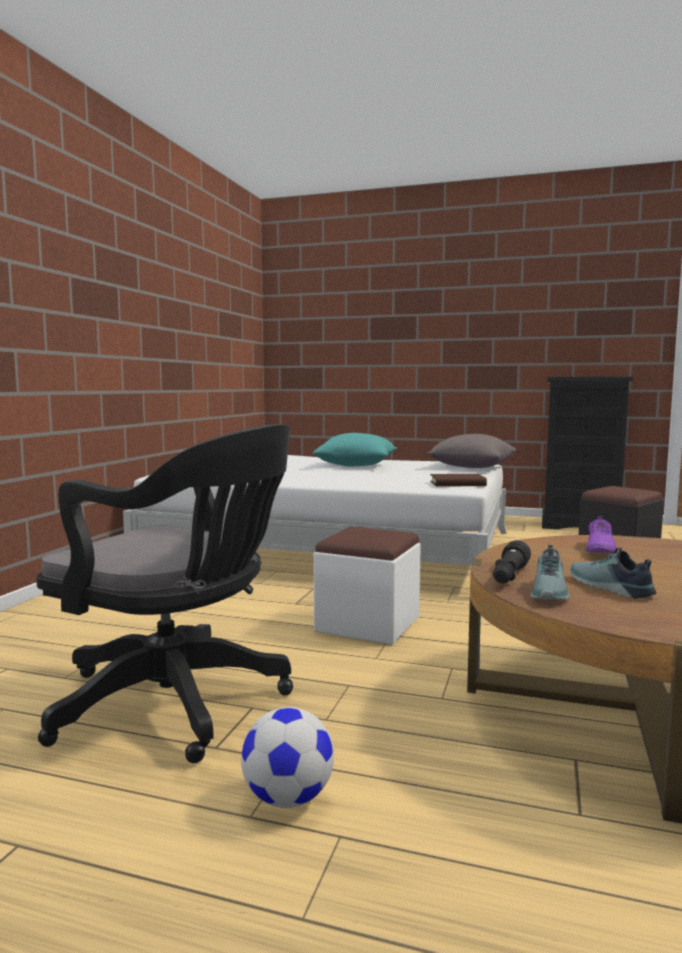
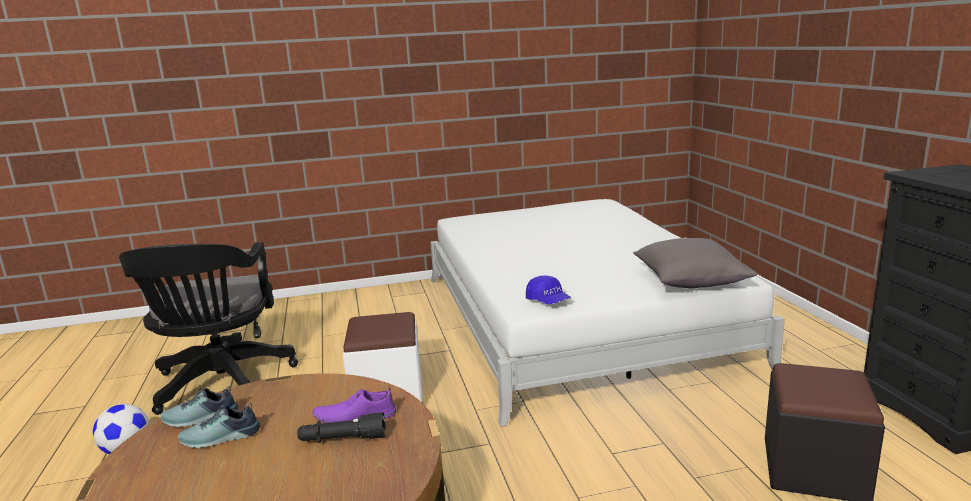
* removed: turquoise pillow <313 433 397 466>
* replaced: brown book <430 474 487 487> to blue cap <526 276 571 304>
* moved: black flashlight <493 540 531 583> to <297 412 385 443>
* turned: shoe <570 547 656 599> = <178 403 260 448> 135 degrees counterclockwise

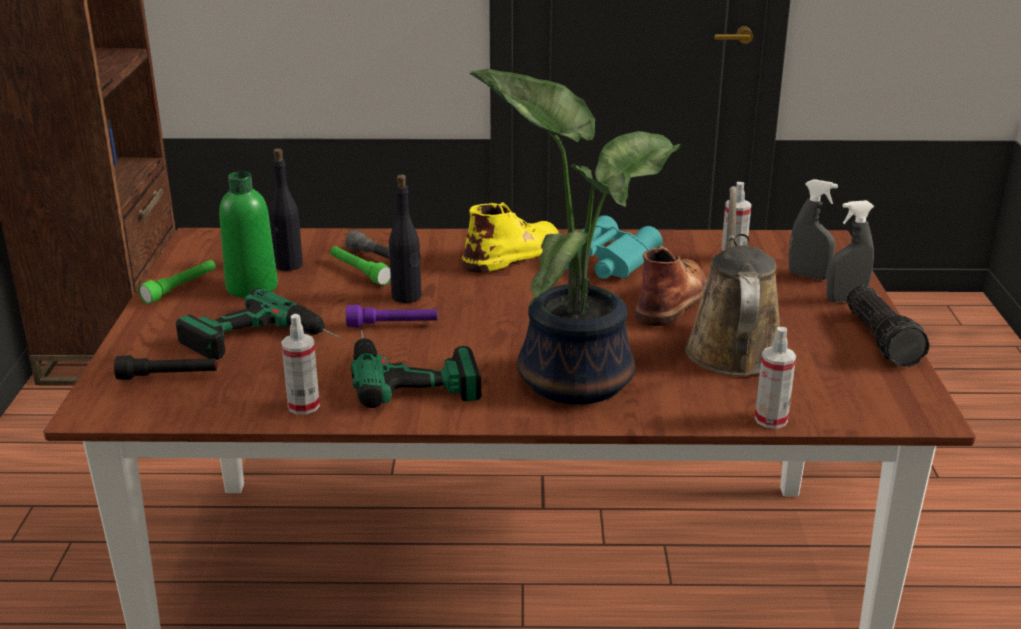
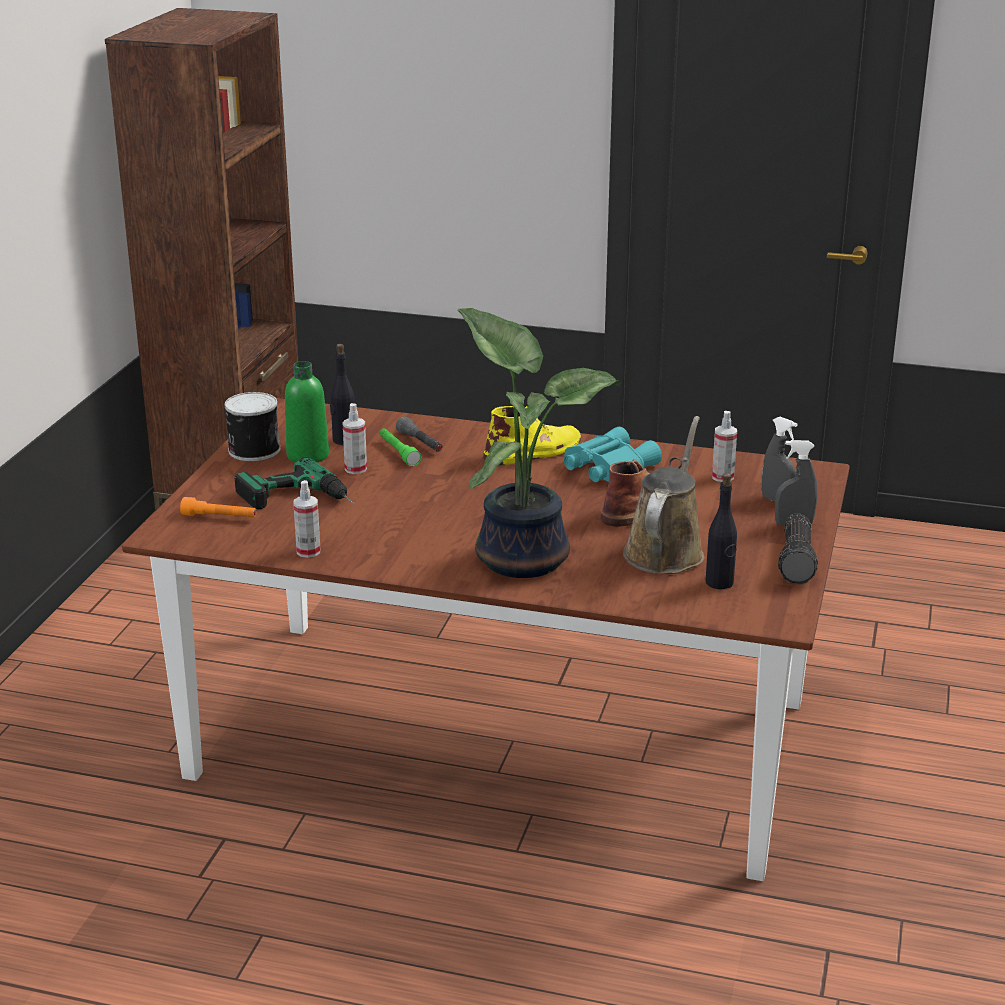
* moved: black bottle <389 175 422 303> to <706 473 737 589>
* replaced: green flashlight <138 260 216 304> to can <224 392 280 461>
* removed: purple flashlight <346 305 438 327>
* moved: spray bottle <755 327 796 429> to <343 403 367 474>
* removed: power drill <351 330 482 408>
* recoloured: black flashlight <114 355 217 380> to orange flashlight <180 497 256 517>

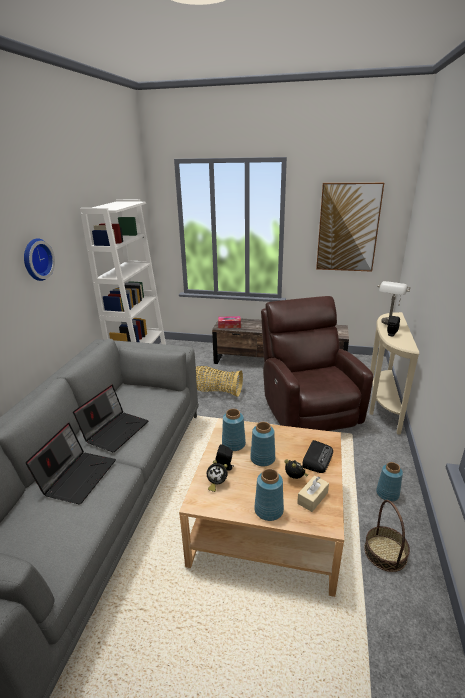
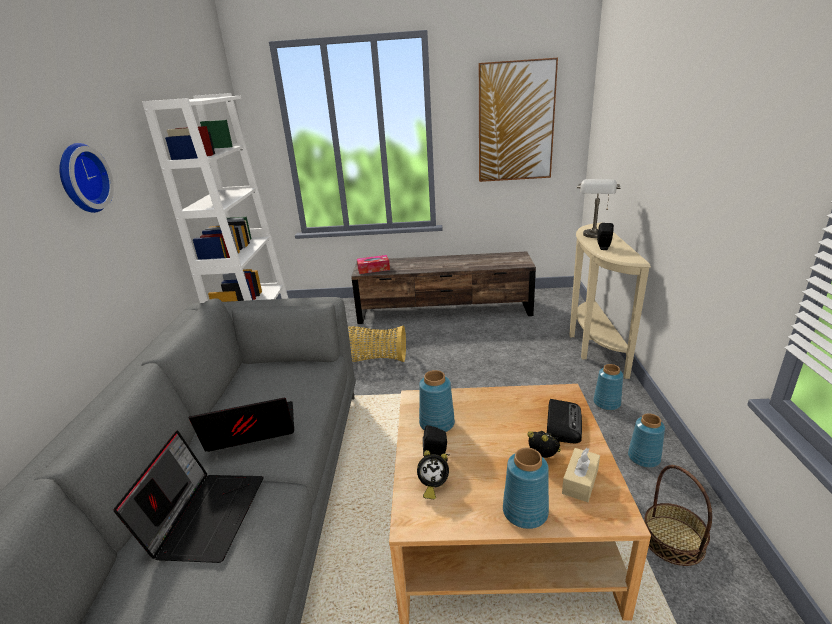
* removed: brown armchair <261 296 373 431>
* turned: laptop <73 385 148 452> = <188 398 294 452> 120 degrees counterclockwise
* moved: blue vase <250 422 275 466> to <593 364 623 410>

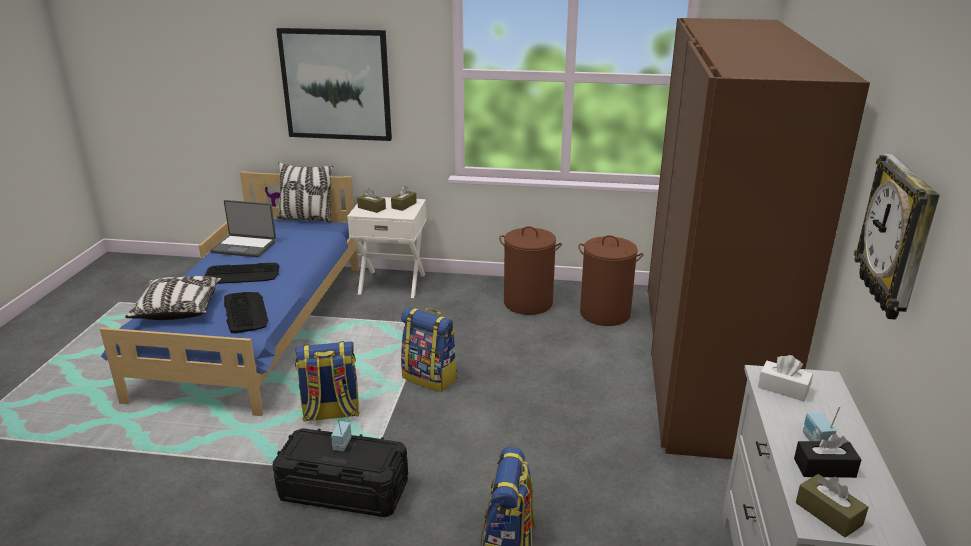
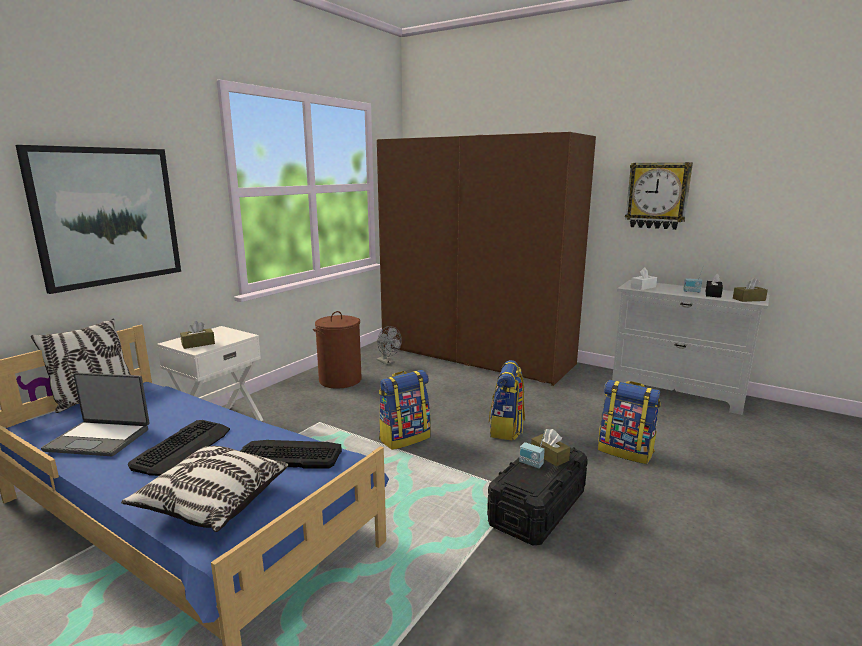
* moved: brown tissue box <391 185 417 211> to <531 429 570 466>
* turned: laptop <210 200 276 257> = <41 372 149 456> 60 degrees clockwise
* replaced: brown laundry basket <578 235 644 326> to grey fan <377 326 402 365>
* moved: backpack <295 341 360 422> to <489 360 525 440>

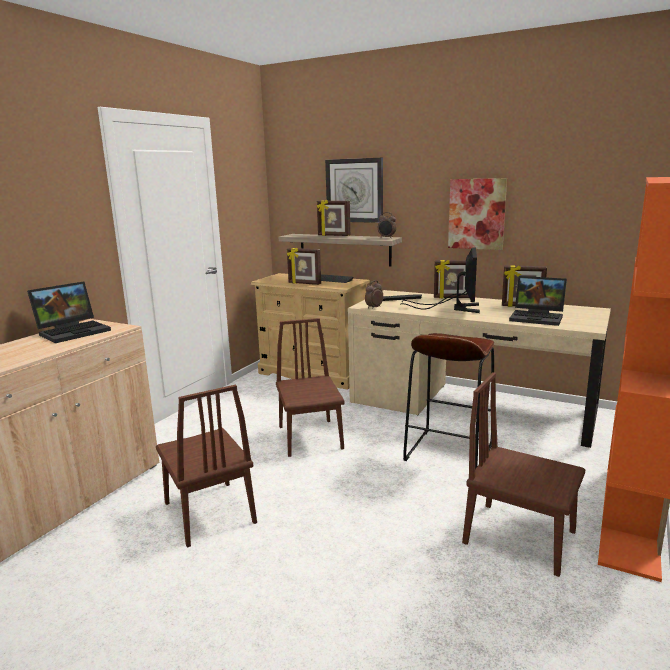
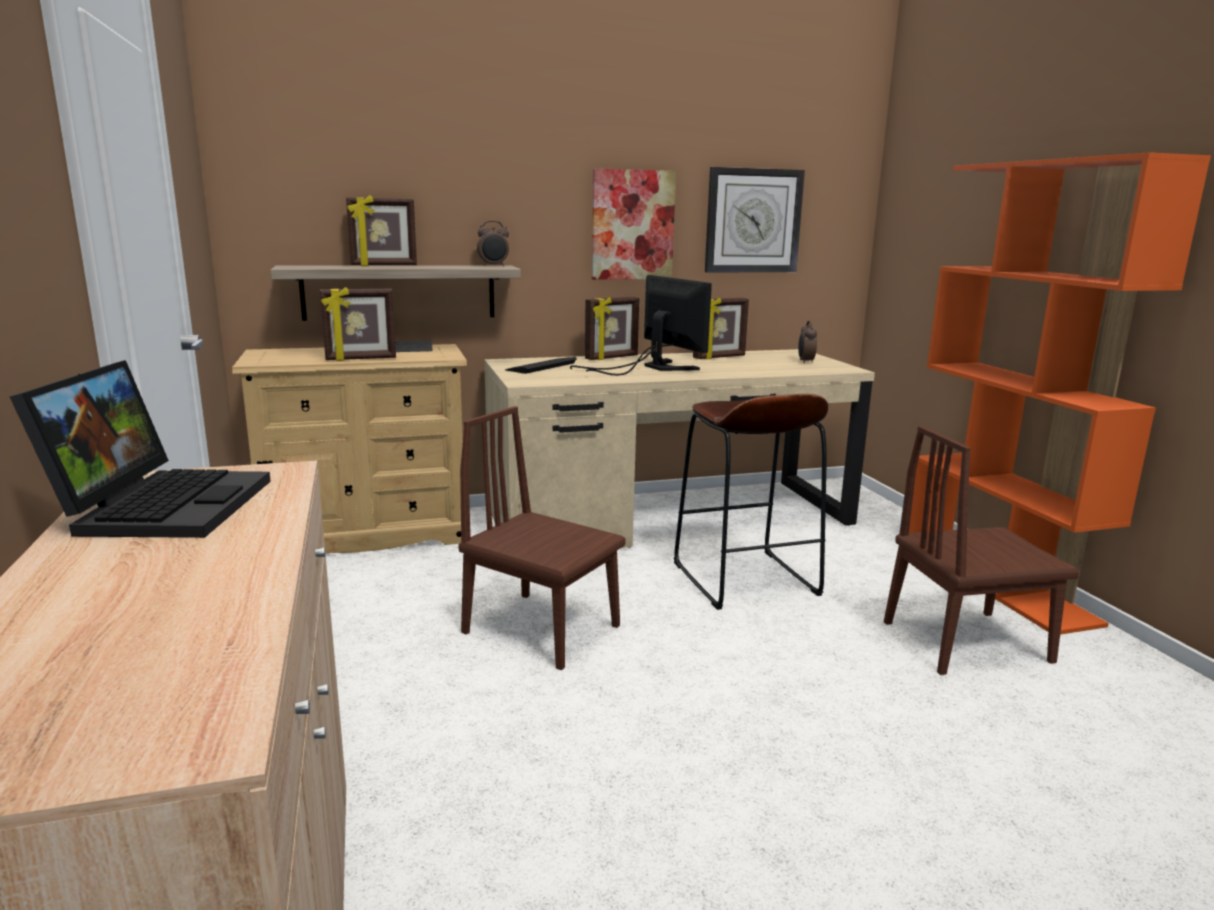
* moved: wall clock <325 158 383 223> to <705 167 805 272>
* removed: laptop <509 276 567 326>
* moved: alarm clock <365 281 383 309> to <798 321 817 364>
* removed: brown chair <156 385 257 548>

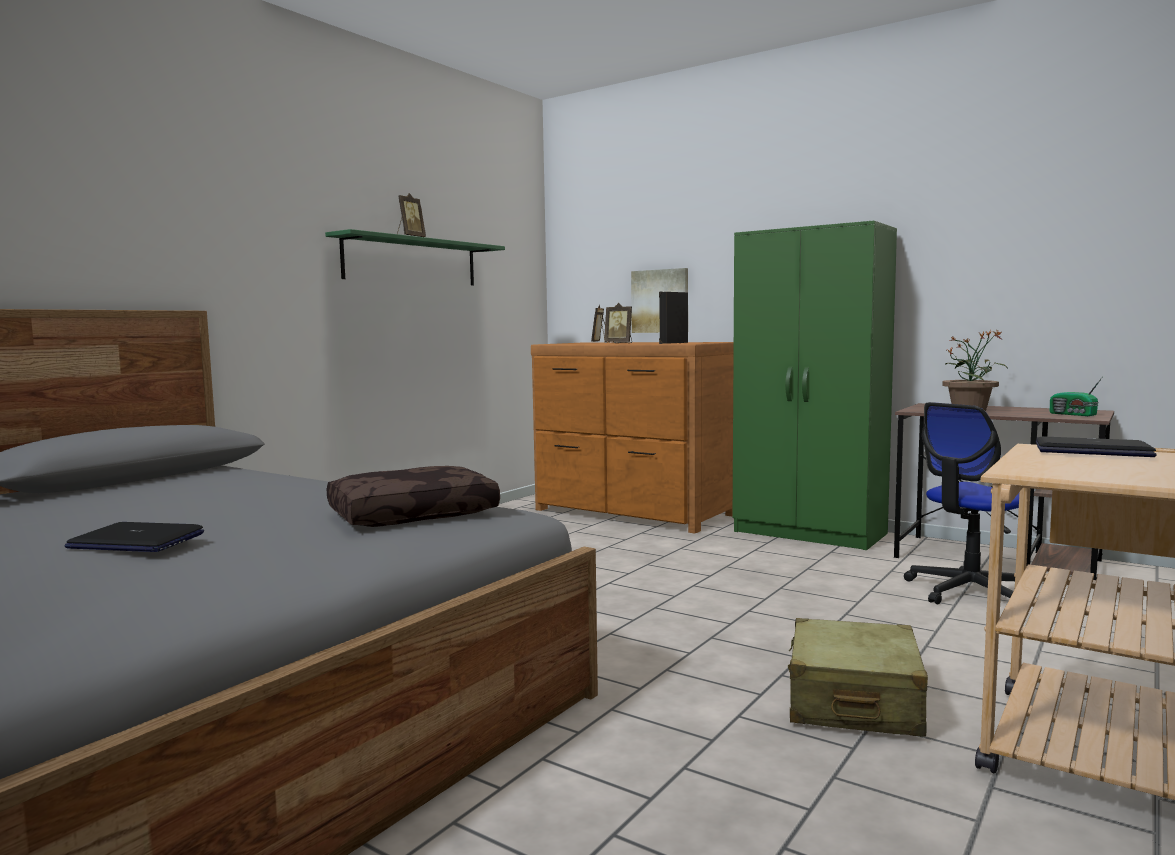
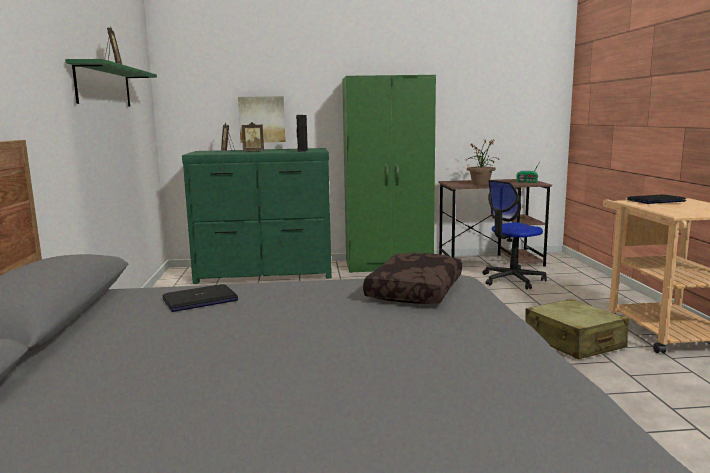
* recoloured: brown dresser <531 342 734 533> to green dresser <182 148 332 284>
* turned: office chair <904 402 1019 604> = <483 180 547 290> 45 degrees clockwise
* moved: laptop <65 522 204 552> to <162 284 238 312>

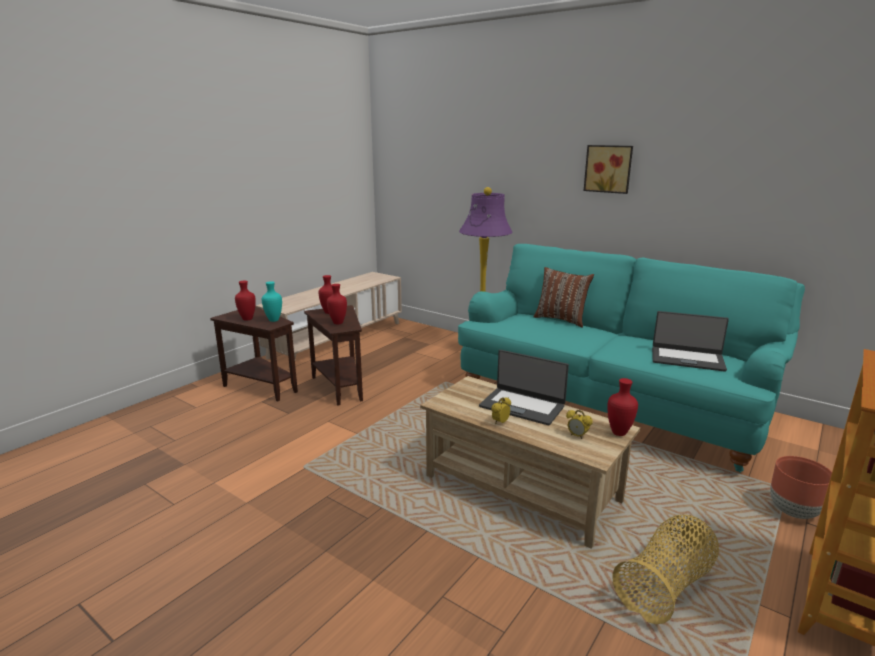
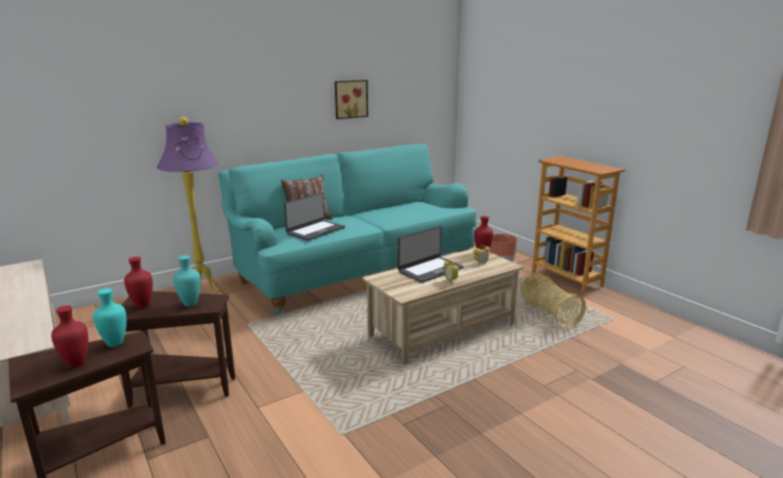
* moved: picture <584 145 633 194> to <335 80 368 119>
* recoloured: red vase <327 284 347 324> to turquoise vase <173 255 201 307>
* moved: laptop <652 311 729 372> to <284 192 345 241>

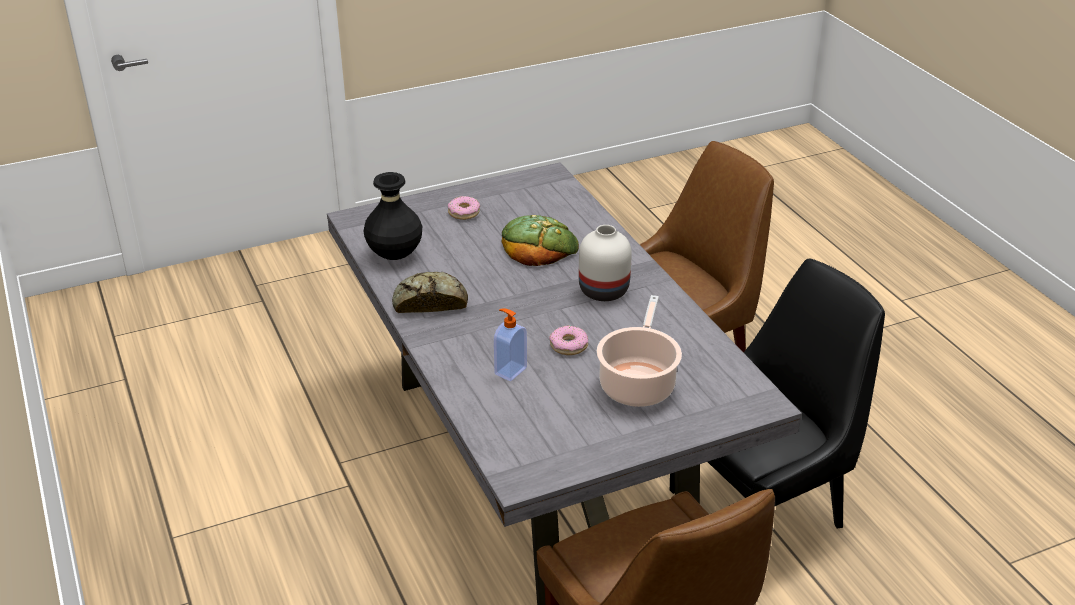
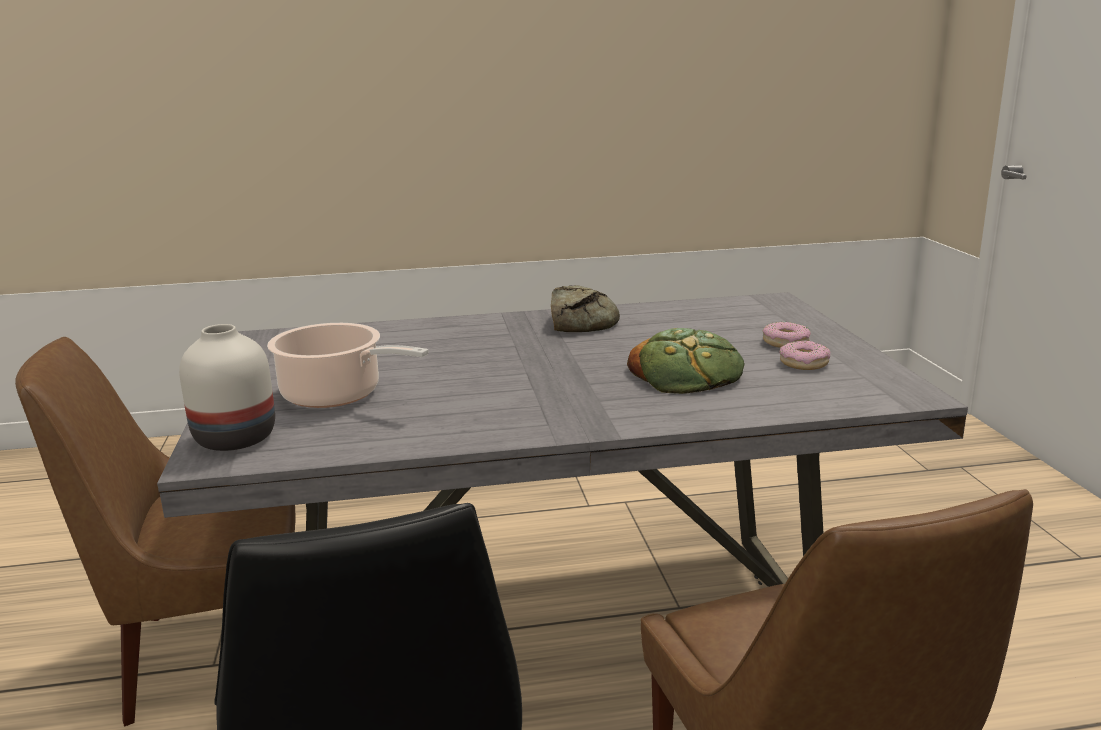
* removed: black vase <363 172 422 260>
* moved: white vase <579 225 632 301> to <179 324 275 451>
* removed: soap dispenser <494 308 527 381>
* moved: donut <549 326 588 355> to <780 341 830 370>

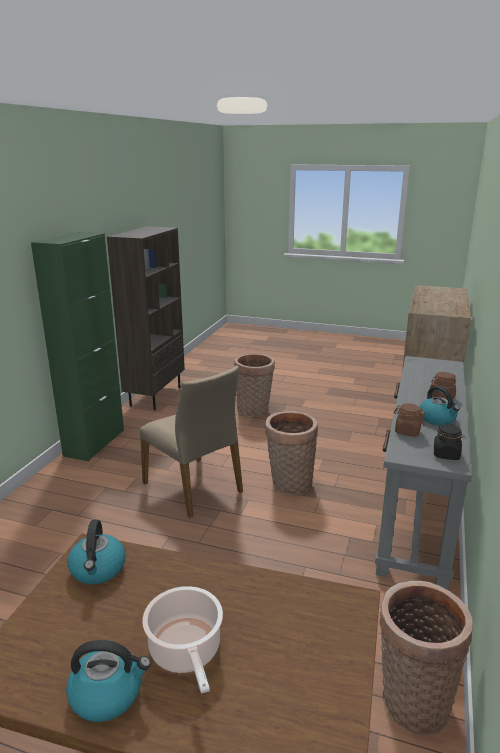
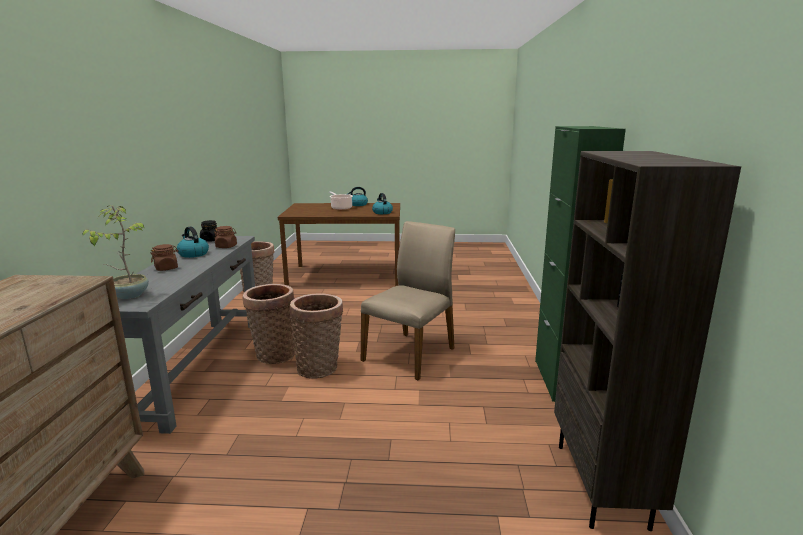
* moved: basket <234 353 275 417> to <242 284 295 364>
* turned: beige chair <140 365 243 518> = <361 221 455 380> 90 degrees clockwise
* added: potted plant <82 205 149 299>

